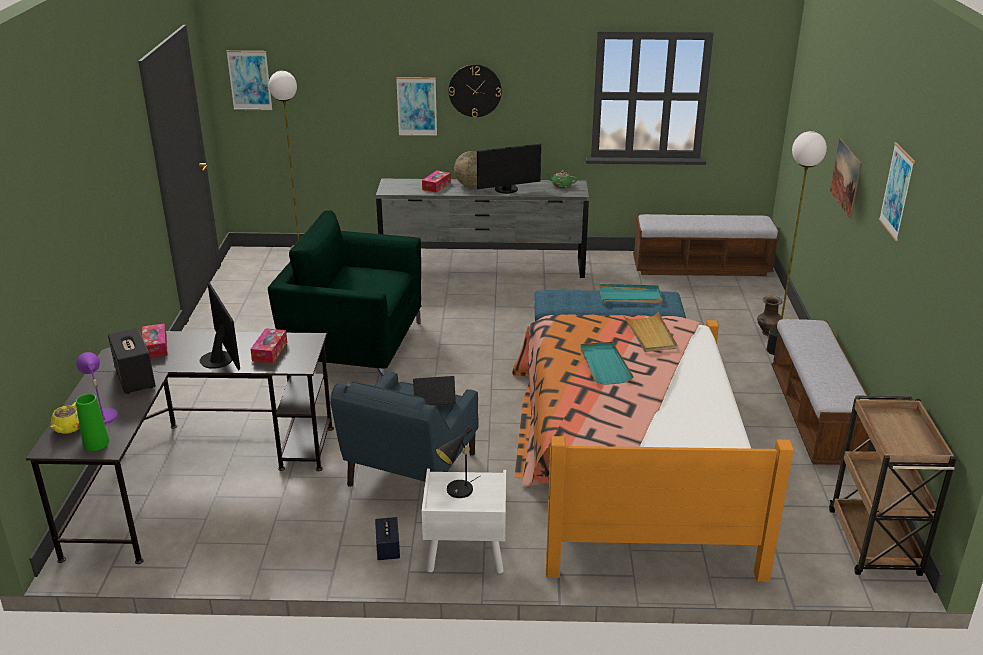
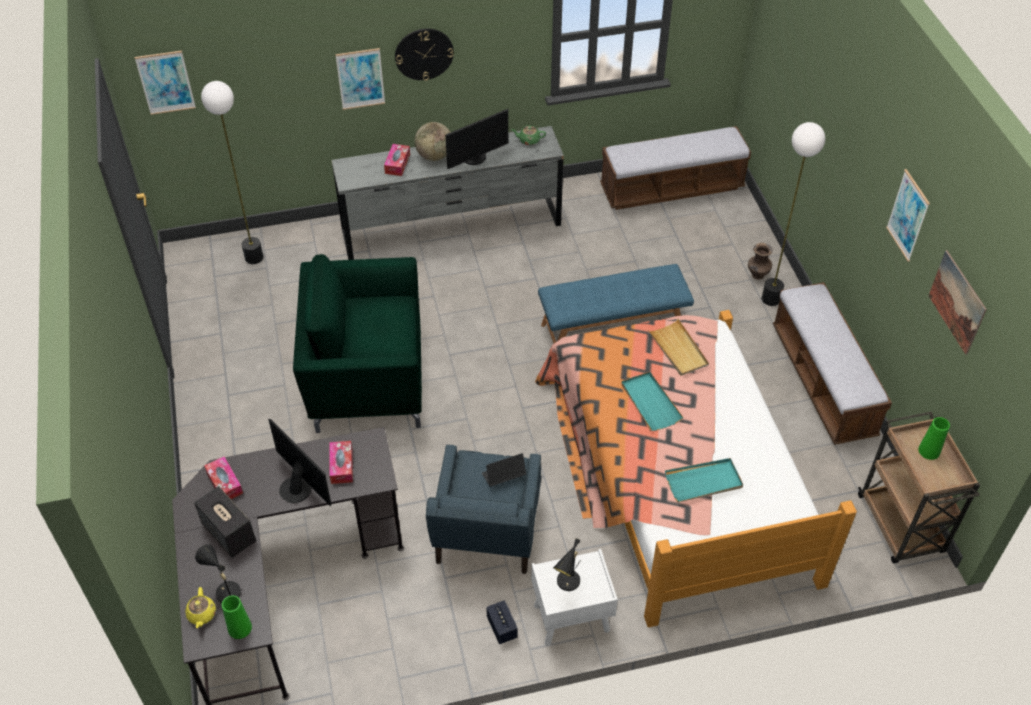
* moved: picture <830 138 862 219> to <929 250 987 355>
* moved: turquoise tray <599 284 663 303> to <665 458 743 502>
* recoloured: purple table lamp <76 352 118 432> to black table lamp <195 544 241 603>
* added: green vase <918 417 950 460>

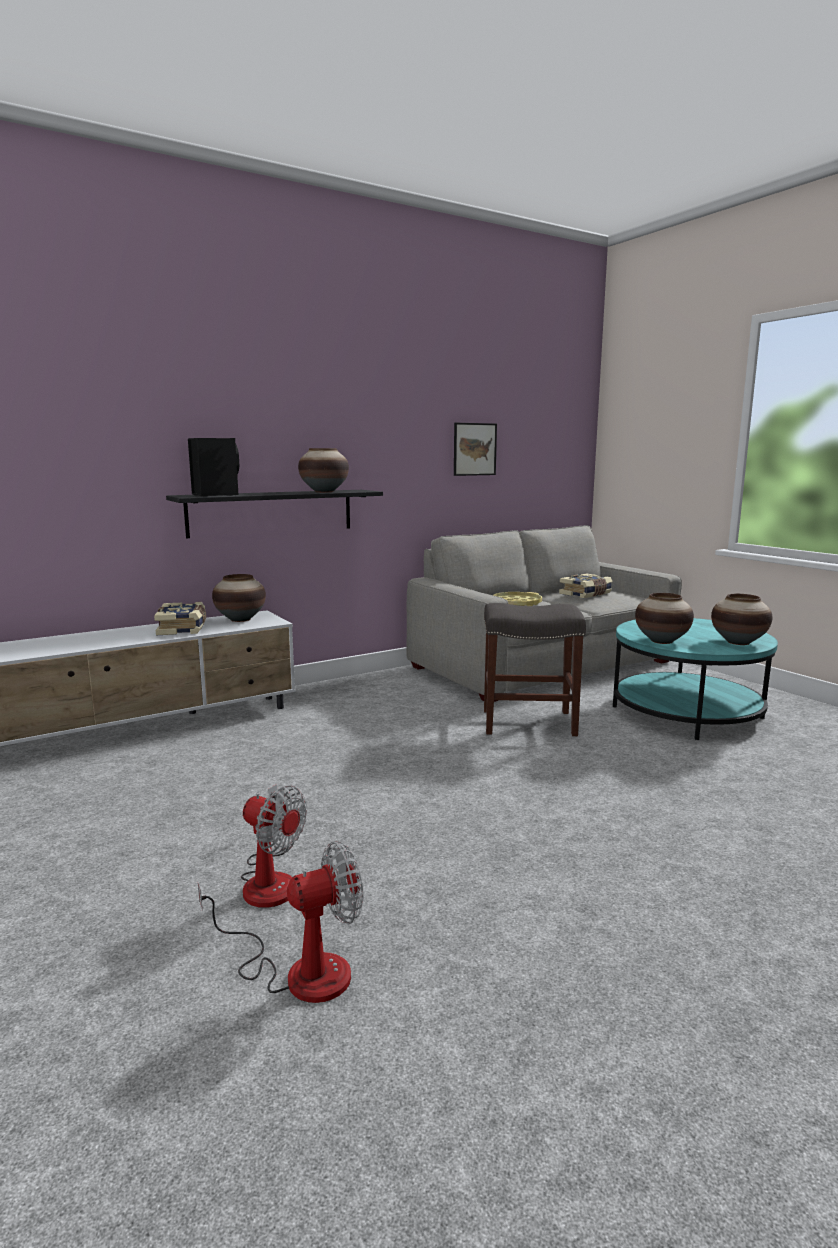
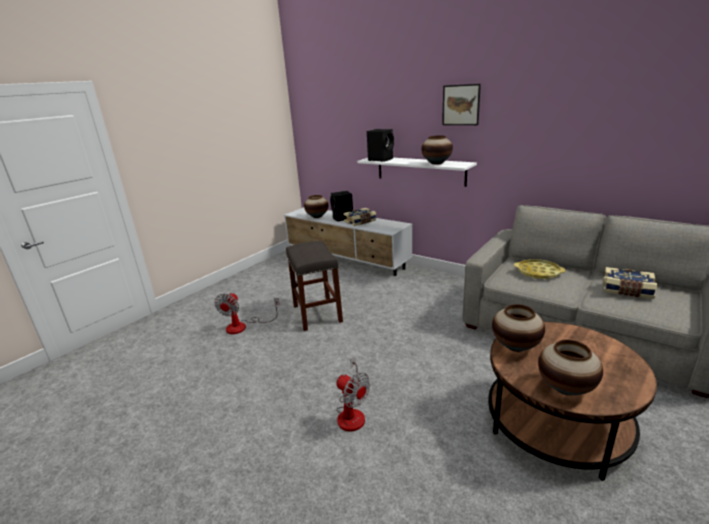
* moved: picture <454 423 497 476> to <442 84 481 125>
* recoloured: black shelf <166 490 383 538> to white shelf <357 158 477 187>
* moved: vase <212 574 266 622> to <304 195 329 218>
* moved: grey stool <484 603 586 736> to <286 241 343 331>
* recoloured: turquoise coffee table <613 618 778 740> to brown coffee table <488 322 657 481>
* moved: fan <198 841 363 1003> to <336 356 370 431>
* added: black speaker <330 191 353 222>

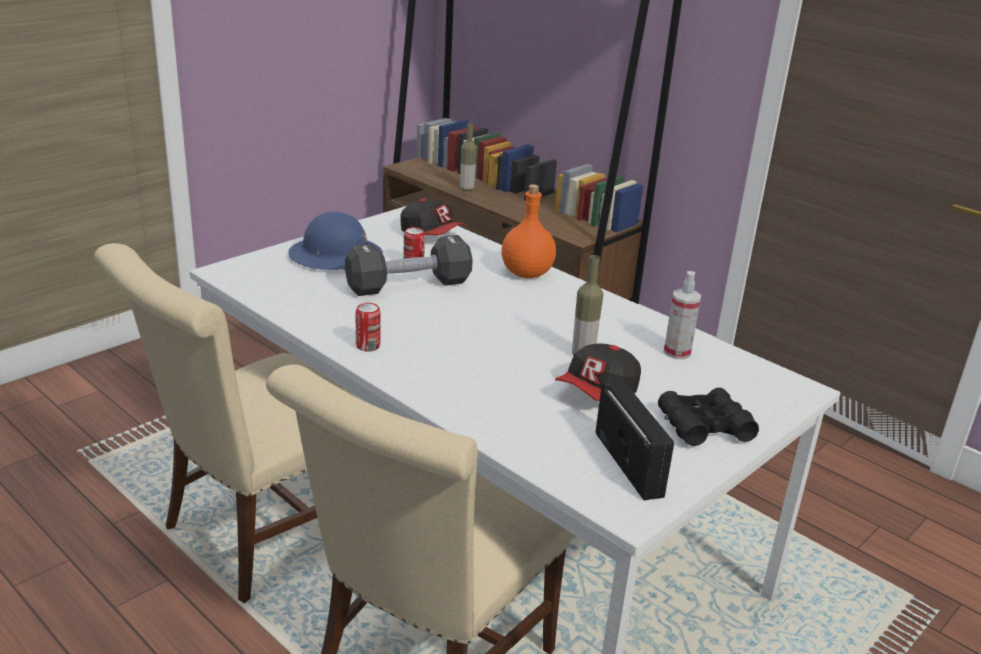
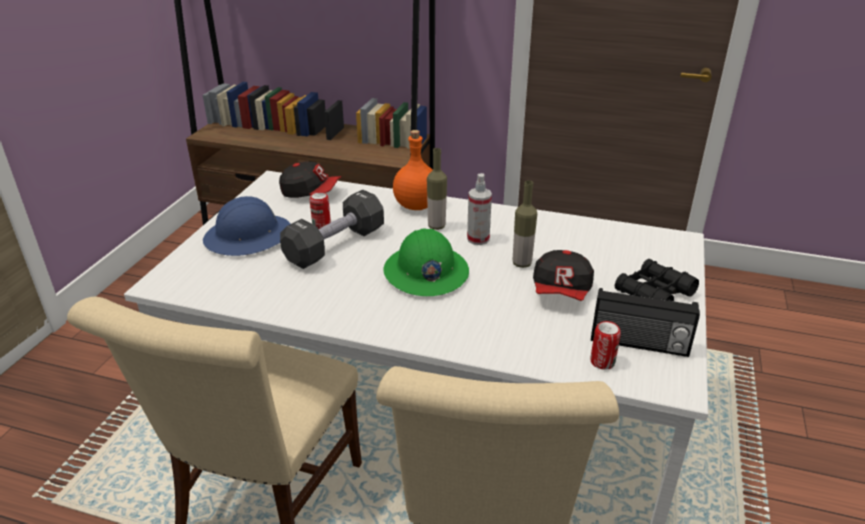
* moved: bottle <460 123 477 191> to <427 148 447 230>
* moved: spray bottle <664 271 701 359> to <467 173 492 245>
* moved: can <356 303 381 352> to <591 321 621 370>
* turned: radio <596 379 674 500> = <591 288 700 357> 150 degrees clockwise
* added: green hard hat <383 228 469 296>

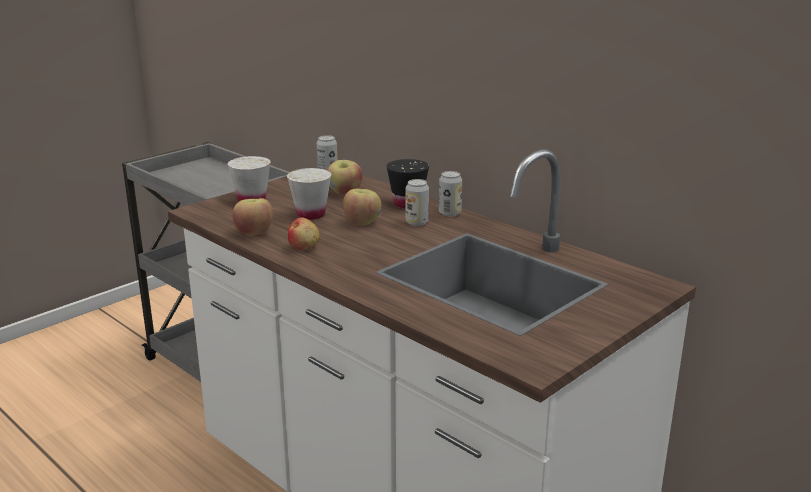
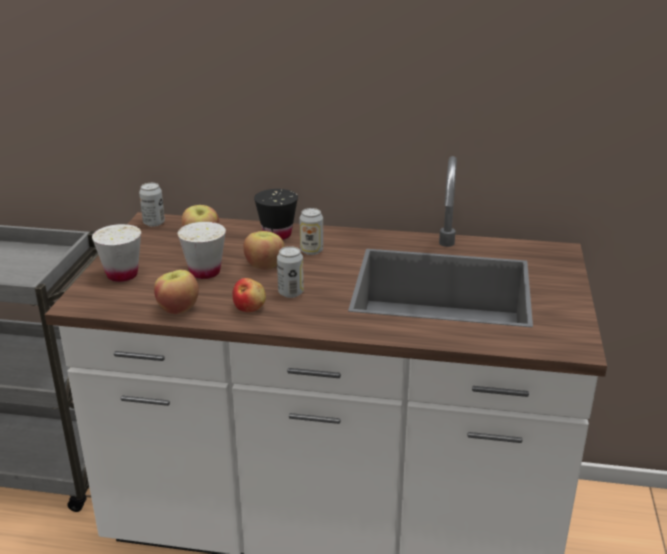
* moved: can <439 171 462 217> to <277 246 304 298>

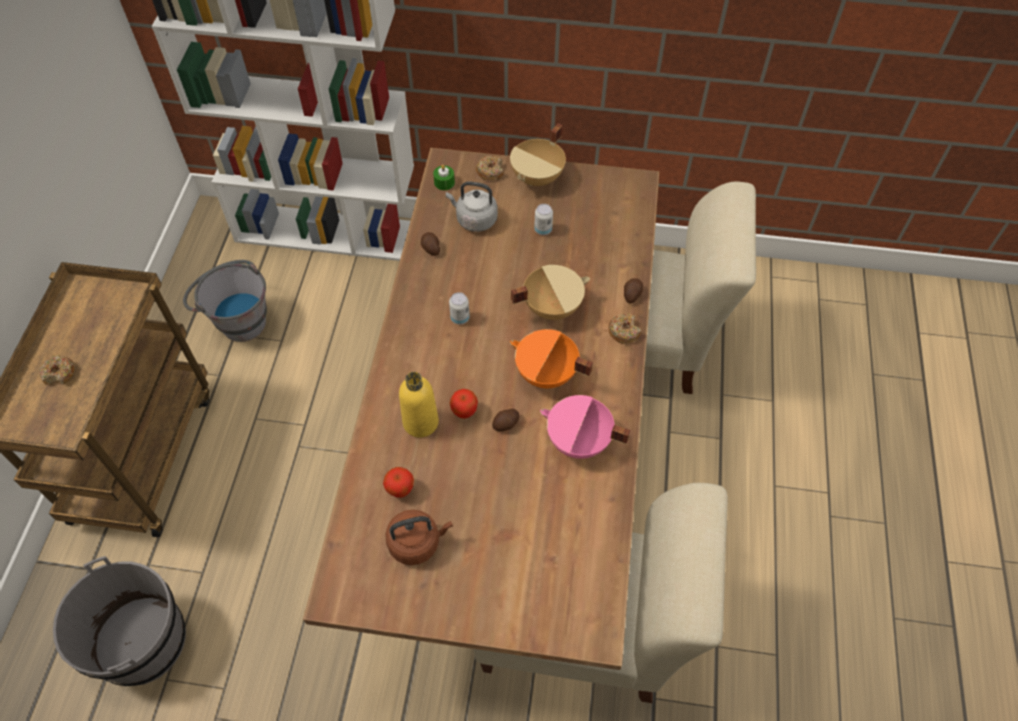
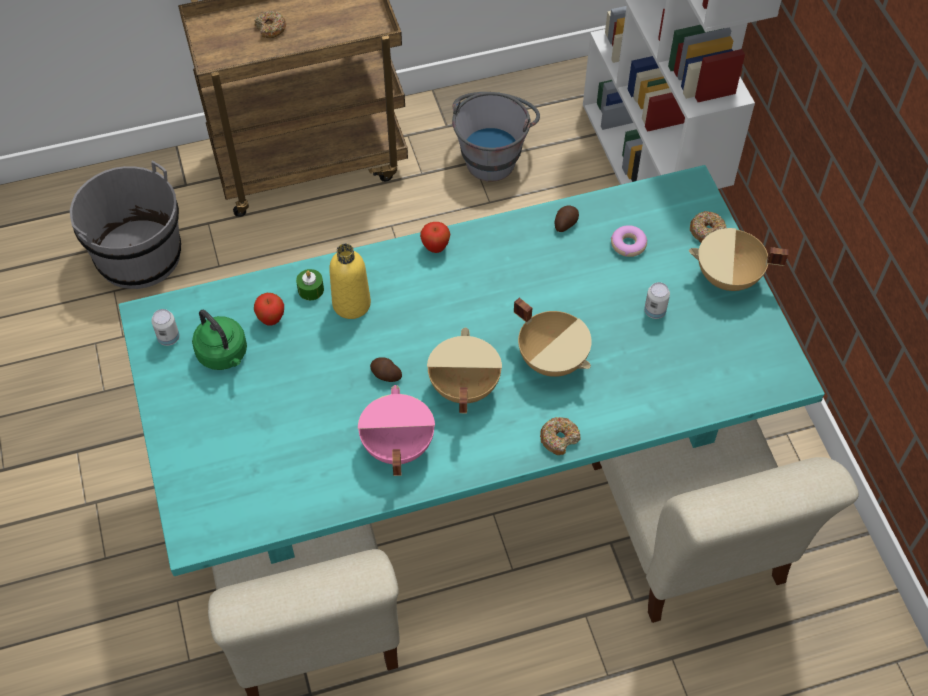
* recoloured: brown dining table <303 148 659 670> to turquoise dining table <119 165 825 576>
* moved: green candle <433 165 455 190> to <296 269 324 300>
* replaced: grey kettle <446 181 498 232> to donut <611 226 647 257>
* removed: potato <624 278 643 303>
* moved: can <449 292 470 325> to <151 309 180 346>
* recoloured: orange cooking pot <510 329 593 388> to beige cooking pot <427 328 502 413>
* moved: apple <450 389 478 419> to <420 222 450 253>
* recoloured: brown kettle <385 510 453 565> to green kettle <192 310 247 370>

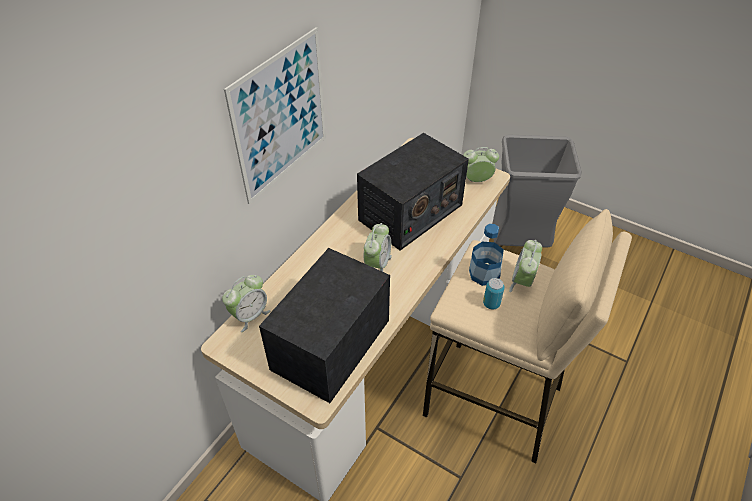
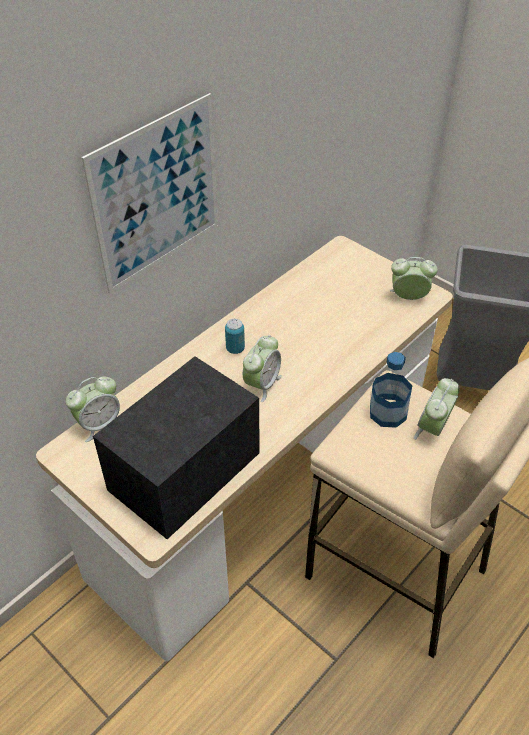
* removed: radio <357 133 469 251>
* moved: can <483 278 505 309> to <225 319 245 354>

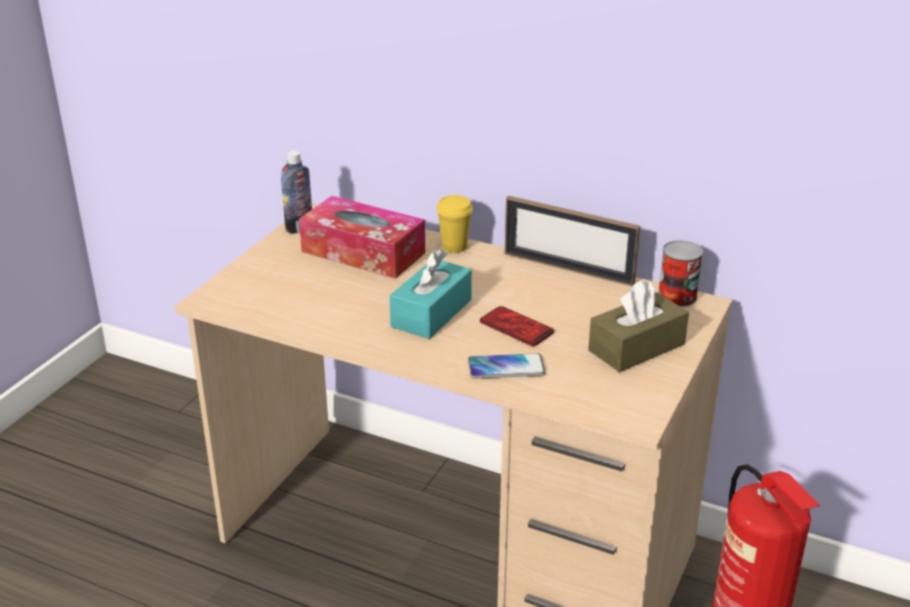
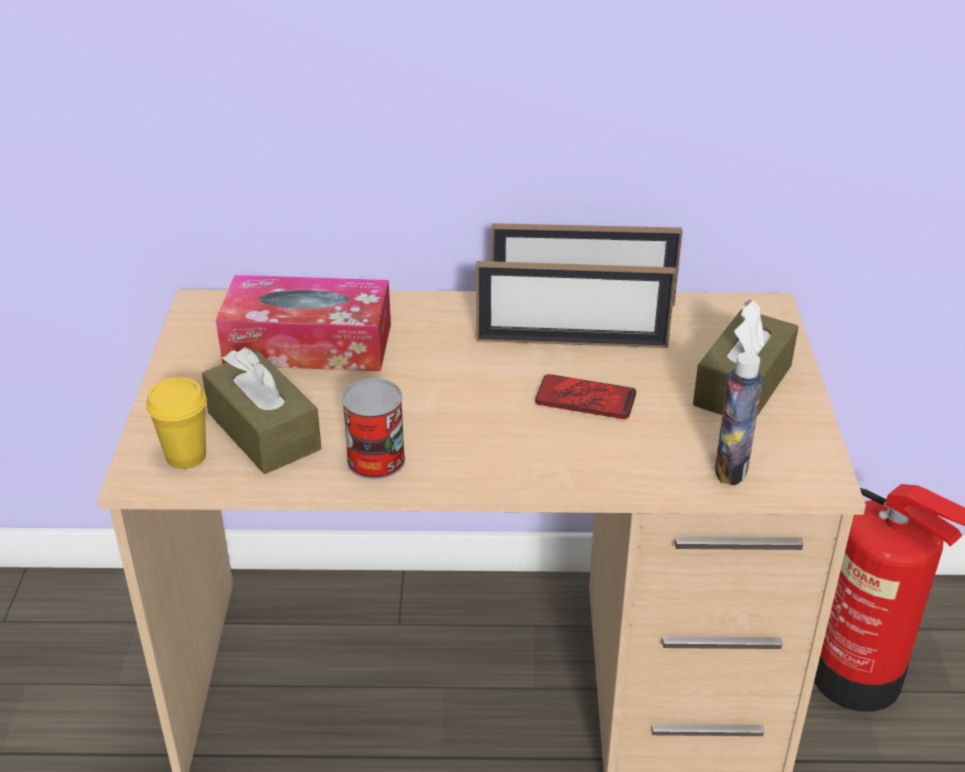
* moved: bottle <281 151 312 234> to <715 352 763 485>
* moved: yellow cup <436 195 473 253> to <146 377 207 469>
* moved: can <658 240 703 307> to <342 378 405 480>
* removed: turquoise tissue box <390 249 472 339>
* removed: phone <468 353 545 379>
* added: picture frame <476 261 676 348>
* added: brown tissue box <202 347 321 474>

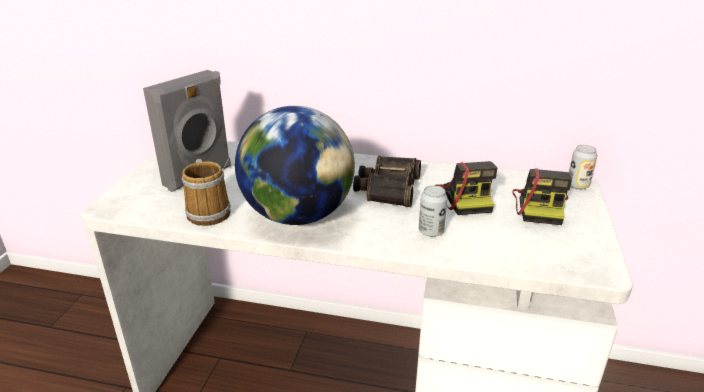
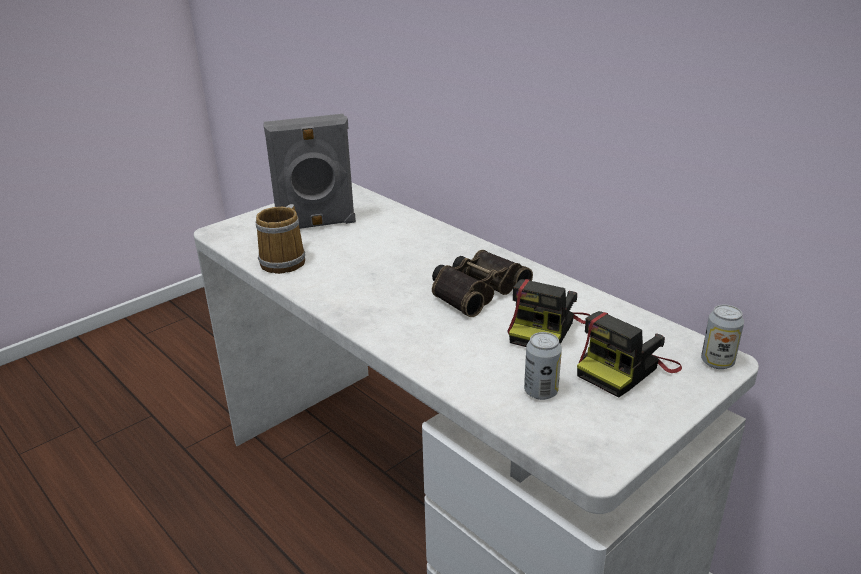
* removed: globe <235 106 355 225>
* moved: can <419 186 447 237> to <524 332 562 400>

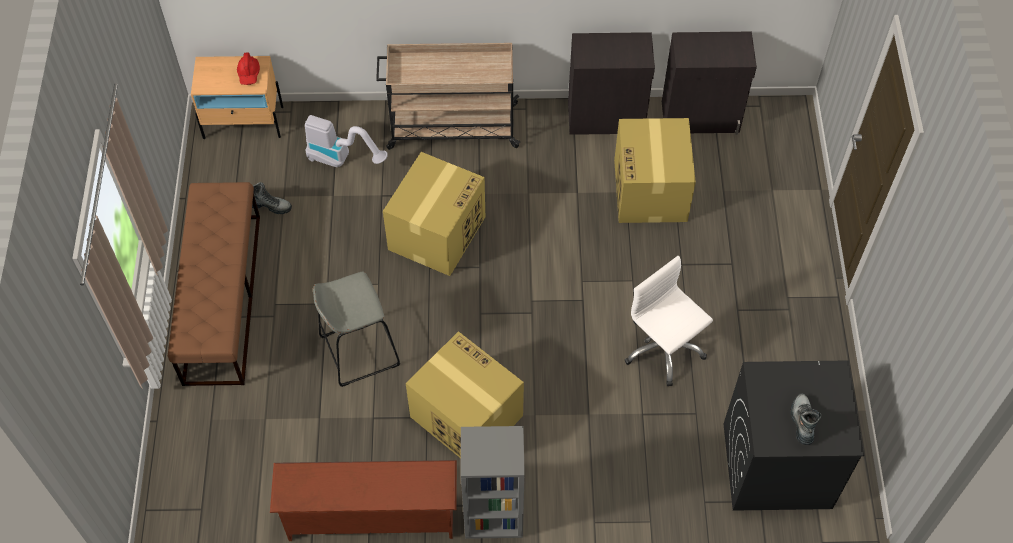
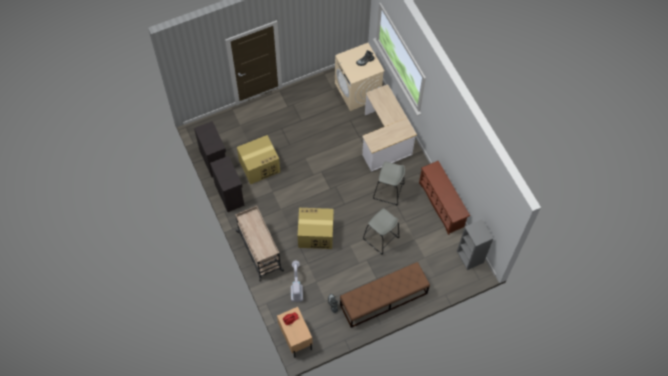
* removed: white office chair <624 256 713 386>
* replaced: cardboard box <406 331 524 458> to grey stool <373 162 405 205>
* recoloured: black washing machine <724 360 864 511> to beige washing machine <335 43 384 111>
* moved: grey bookcase <461 426 525 539> to <457 219 493 270>
* added: desk <362 85 417 172>

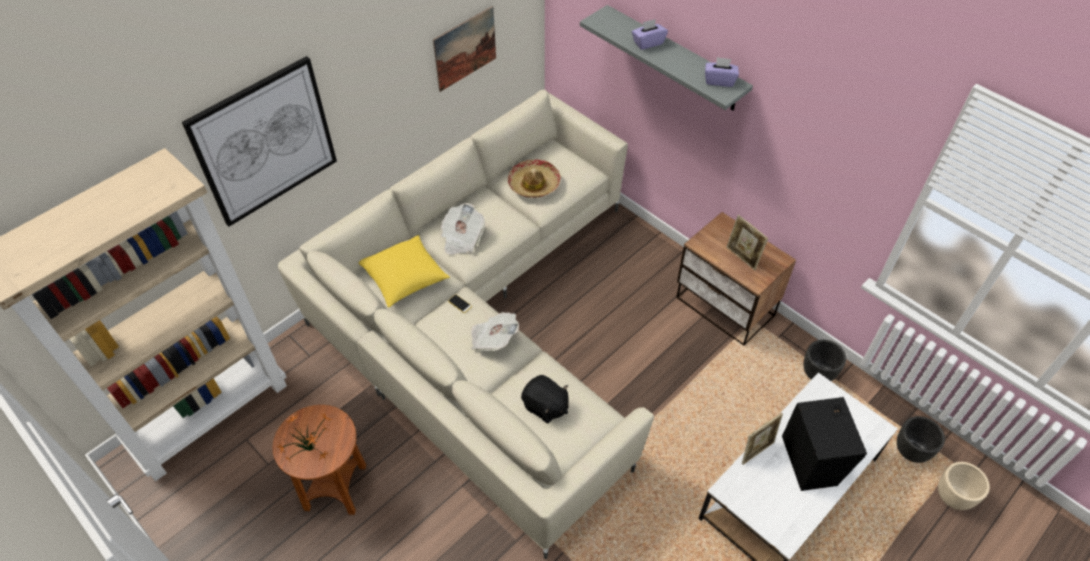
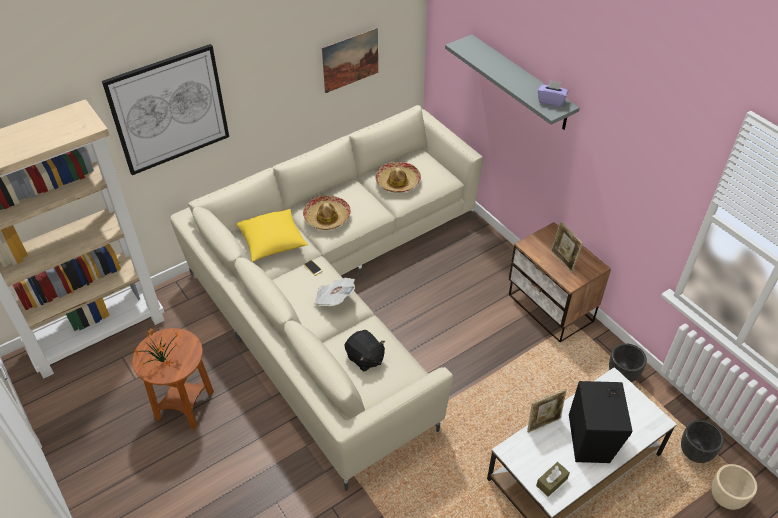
* removed: purple tissue box <632 19 668 50>
* replaced: newspaper <441 203 486 254> to hat <303 196 351 230>
* added: brown tissue box <536 462 570 497>

